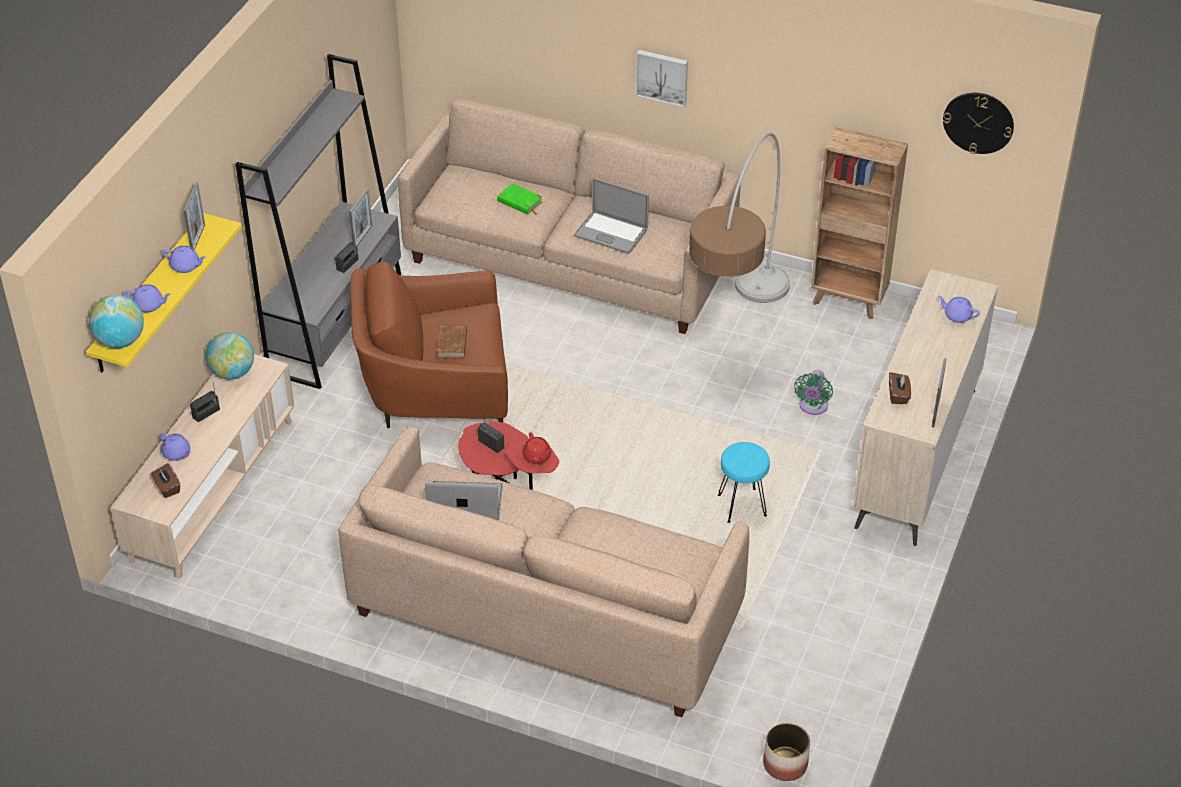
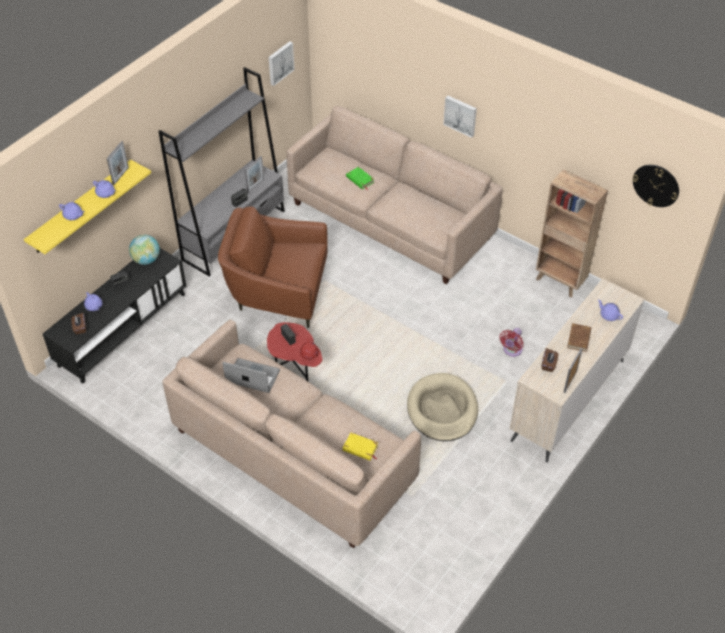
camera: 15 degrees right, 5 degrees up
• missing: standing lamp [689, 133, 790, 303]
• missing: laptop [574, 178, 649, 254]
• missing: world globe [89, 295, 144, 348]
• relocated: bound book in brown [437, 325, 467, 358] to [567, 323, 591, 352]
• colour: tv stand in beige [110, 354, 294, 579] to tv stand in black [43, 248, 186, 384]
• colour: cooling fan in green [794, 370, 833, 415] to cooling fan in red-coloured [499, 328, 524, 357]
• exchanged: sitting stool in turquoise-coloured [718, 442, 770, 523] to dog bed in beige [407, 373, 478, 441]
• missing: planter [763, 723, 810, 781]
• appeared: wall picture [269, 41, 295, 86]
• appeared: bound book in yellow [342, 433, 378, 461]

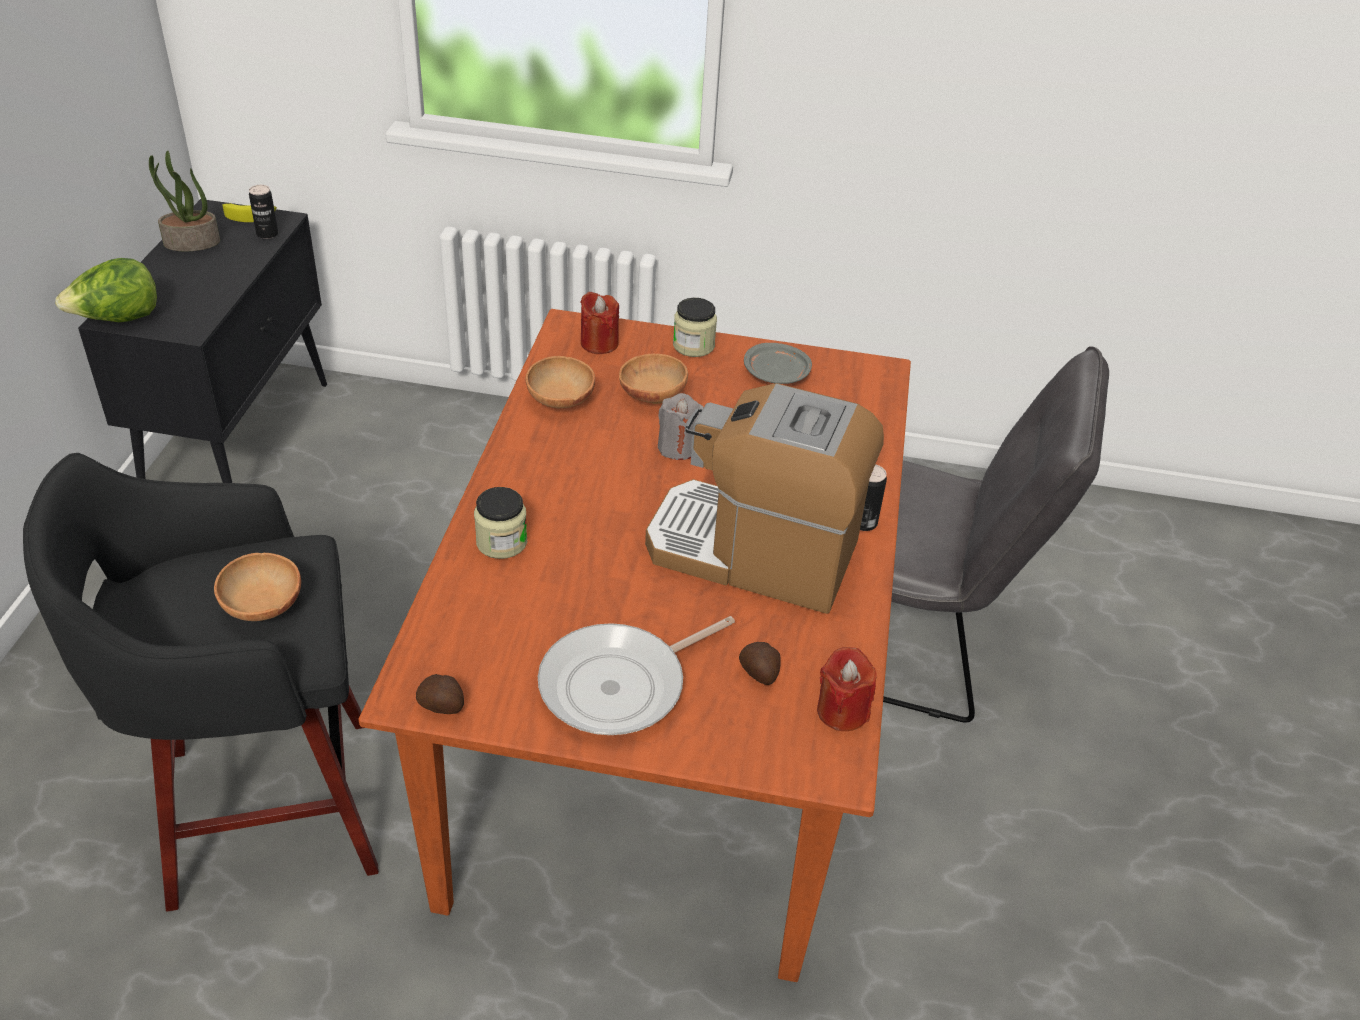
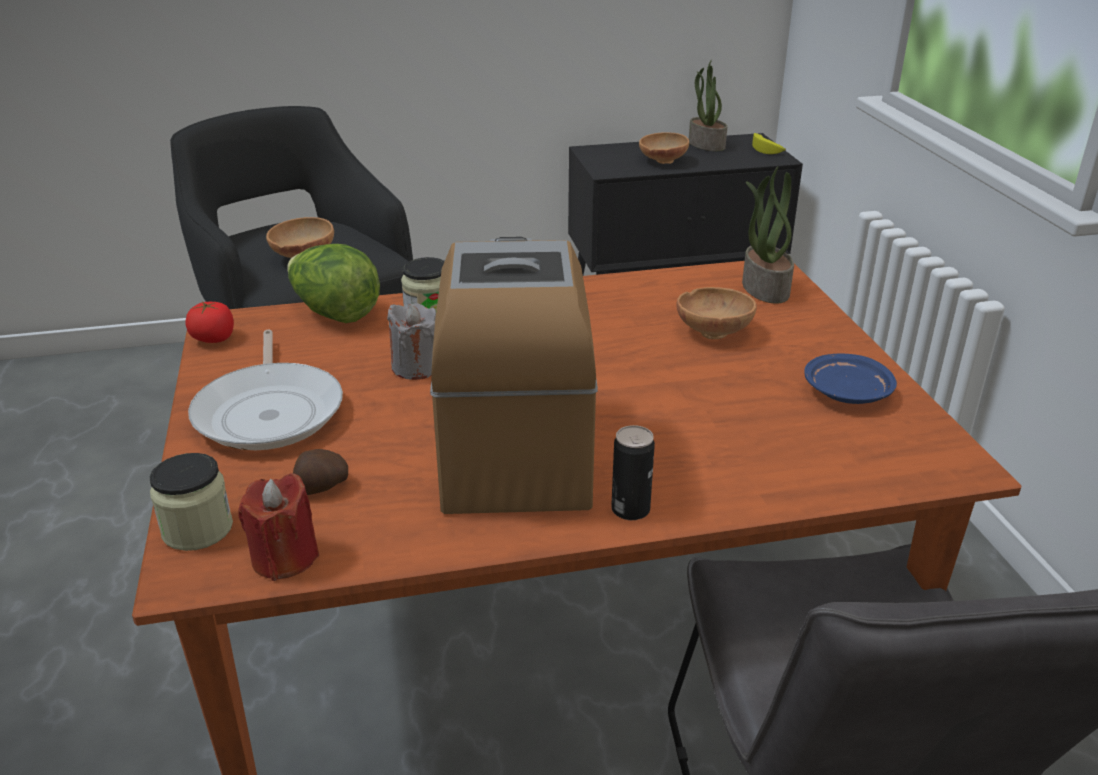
camera: 70 degrees right, 10 degrees down
• missing: sealed can [249, 185, 278, 239]
• relocated: lettuce [55, 258, 157, 322] to [288, 244, 380, 323]
• exchanged: wax candle in red-coloured [580, 292, 619, 354] to plant in a pot [742, 166, 794, 304]
• relocated: jar [673, 298, 717, 357] to [150, 453, 233, 551]
• colour: plate in grey [744, 343, 812, 384] to plate in bluish [804, 354, 897, 404]
• relocated: bowl in brown [525, 356, 595, 408] to [639, 132, 689, 164]
• relocated: wax candle in grey [658, 393, 703, 460] to [387, 303, 436, 380]
• spun: pan [538, 616, 735, 735] = [188, 330, 343, 450] 135 degrees counterclockwise
• exchanged: whole potato [416, 674, 464, 714] to tomato [186, 301, 234, 343]

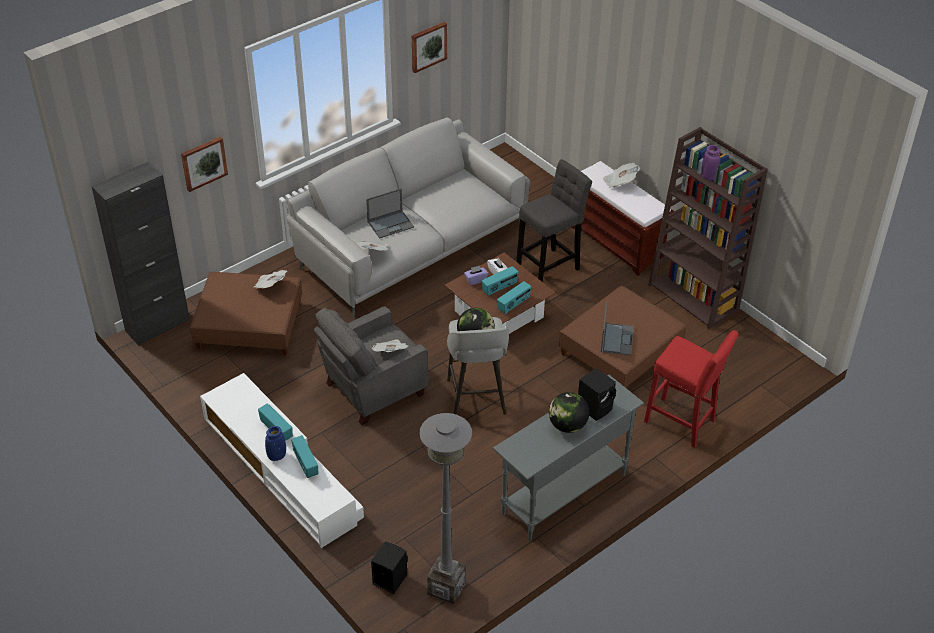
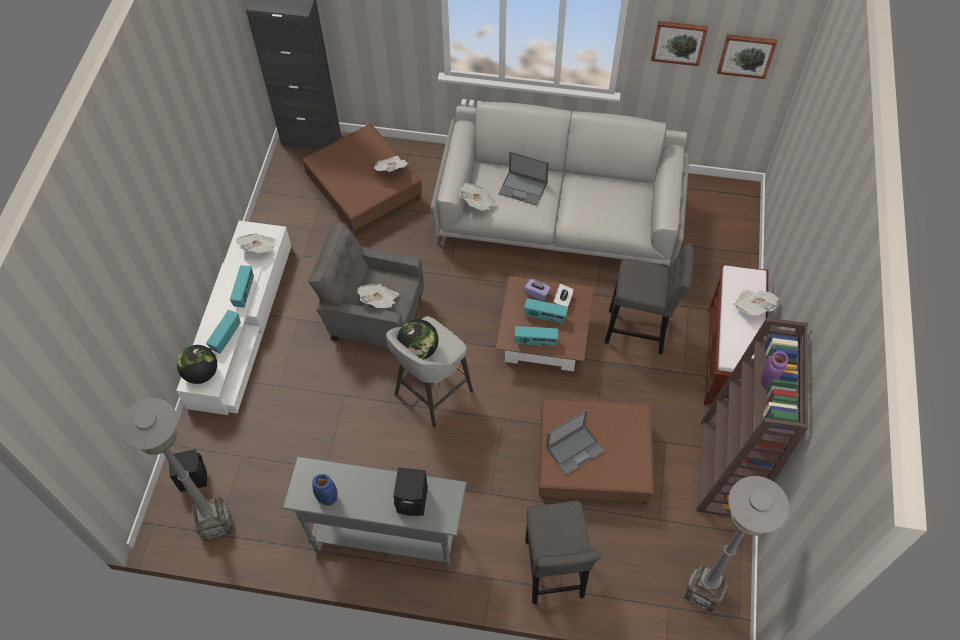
camera: 50 degrees right, 15 degrees up
• relocated: wall picture [181, 137, 228, 192] to [717, 34, 777, 79]
• colour: sitting stool in red-coloured [644, 330, 739, 448] to sitting stool in grey [525, 501, 601, 604]
• relocated: world globe [549, 392, 589, 433] to [177, 345, 217, 384]
• relocated: decorative vase in bluish [265, 426, 286, 461] to [312, 474, 338, 505]
• appeared: printed paper [236, 233, 276, 253]
• appeared: standing lamp in grey [684, 476, 789, 612]

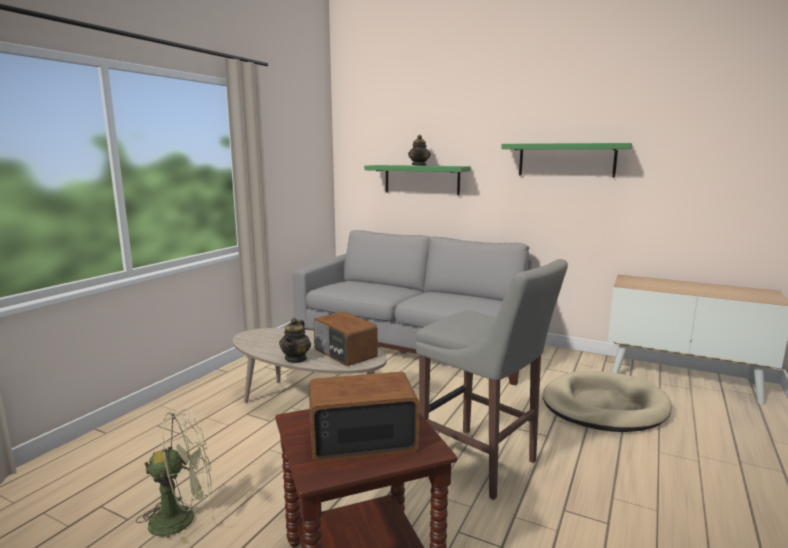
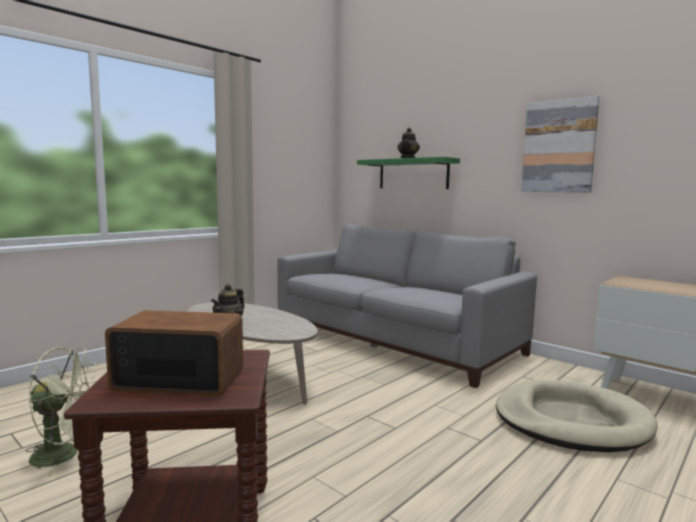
camera: 15 degrees right, 5 degrees down
• exchanged: bracket shelf in green [501, 143, 632, 178] to wall picture [521, 96, 600, 192]
• missing: sitting stool in grey [416, 259, 568, 500]
• missing: radio [313, 311, 378, 366]

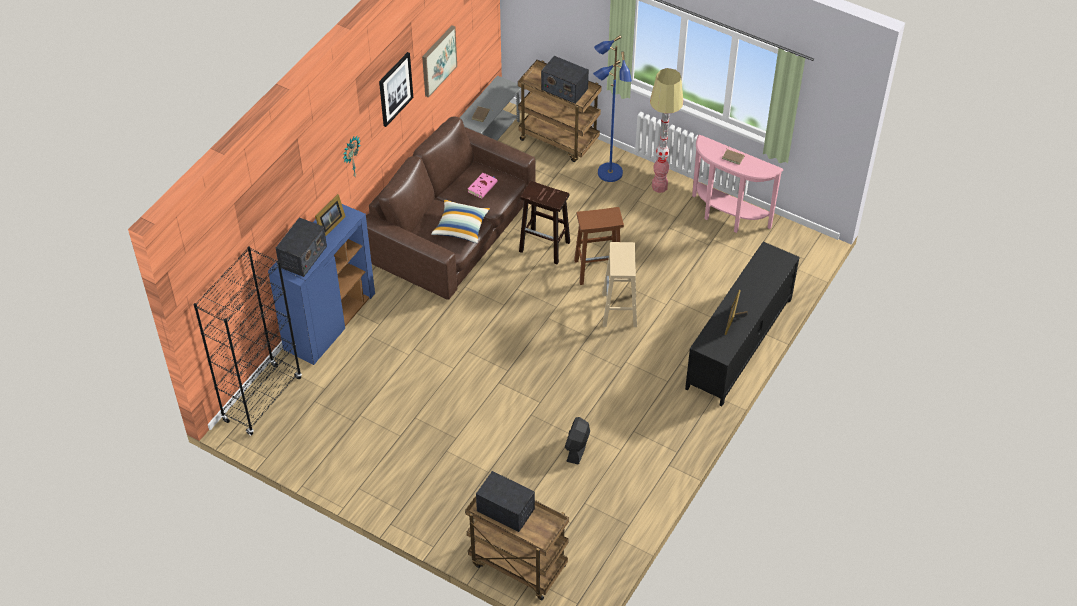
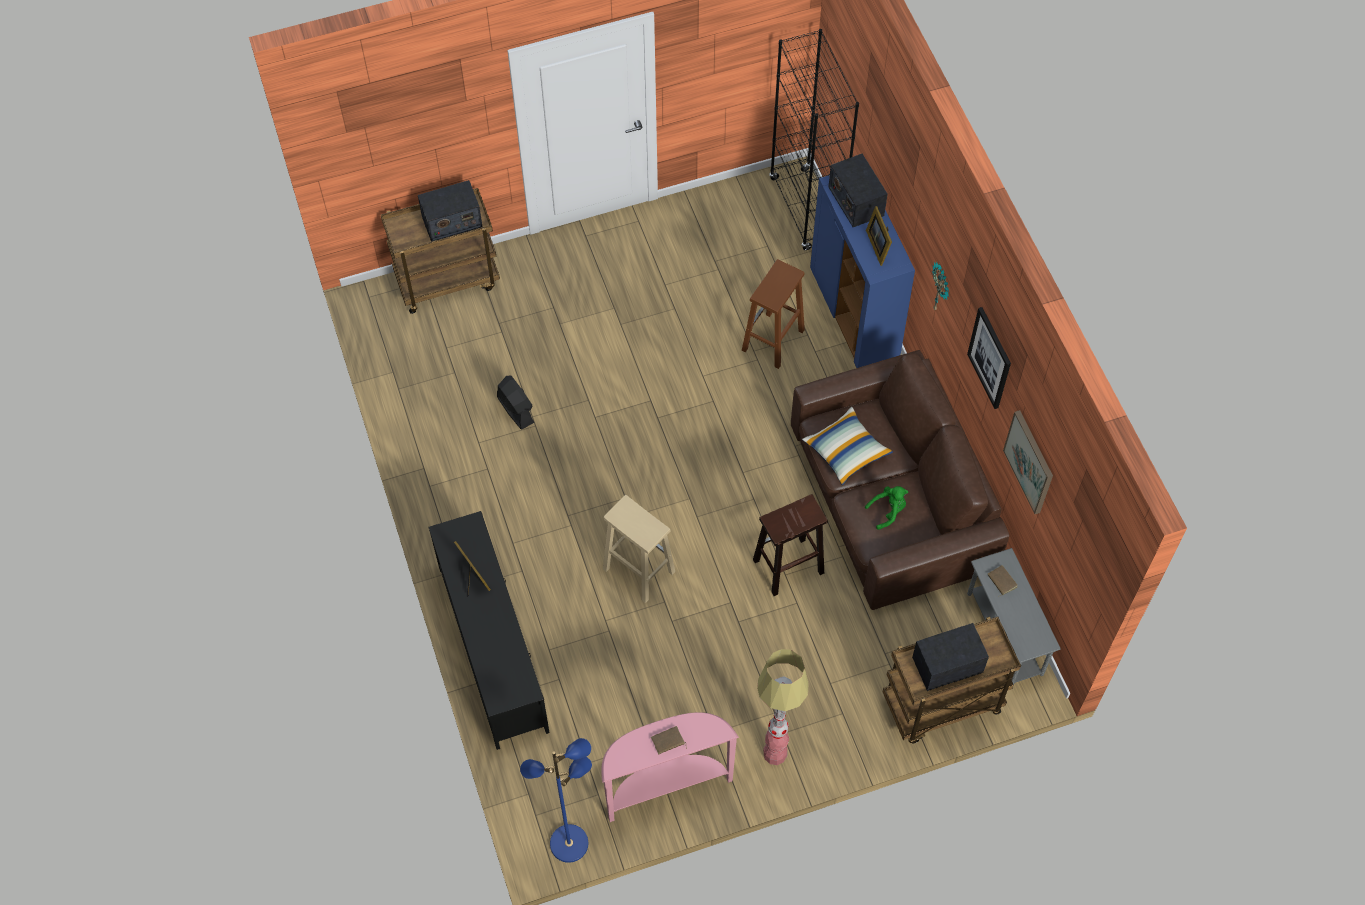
camera: 130 degrees right, 10 degrees up
• relocated: standing lamp in bluish [593, 35, 632, 182] to [520, 738, 592, 863]
• exchanged: bound book in pink-coloured [468, 173, 498, 199] to soft toy in green [865, 486, 908, 530]
• relocated: sitting stool in brown [574, 207, 624, 285] to [742, 259, 805, 369]

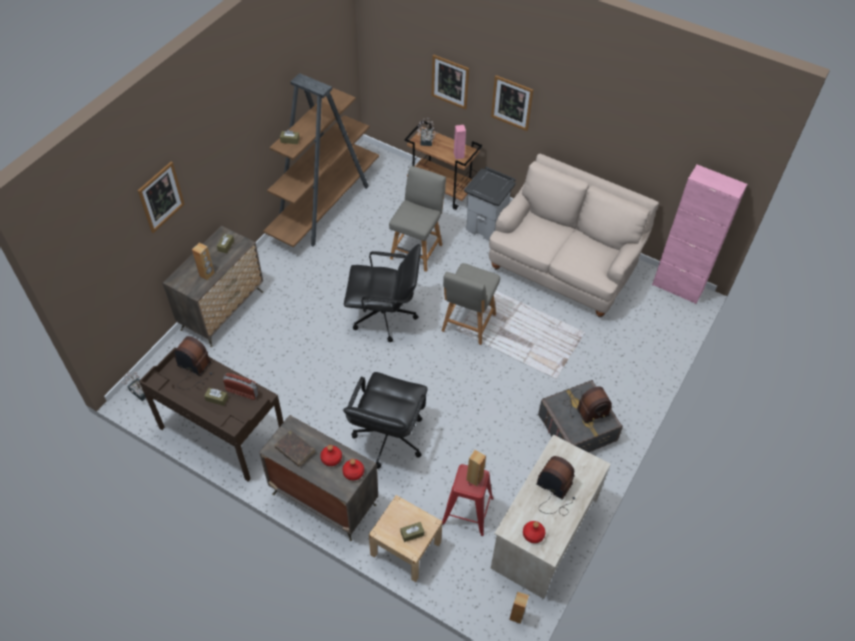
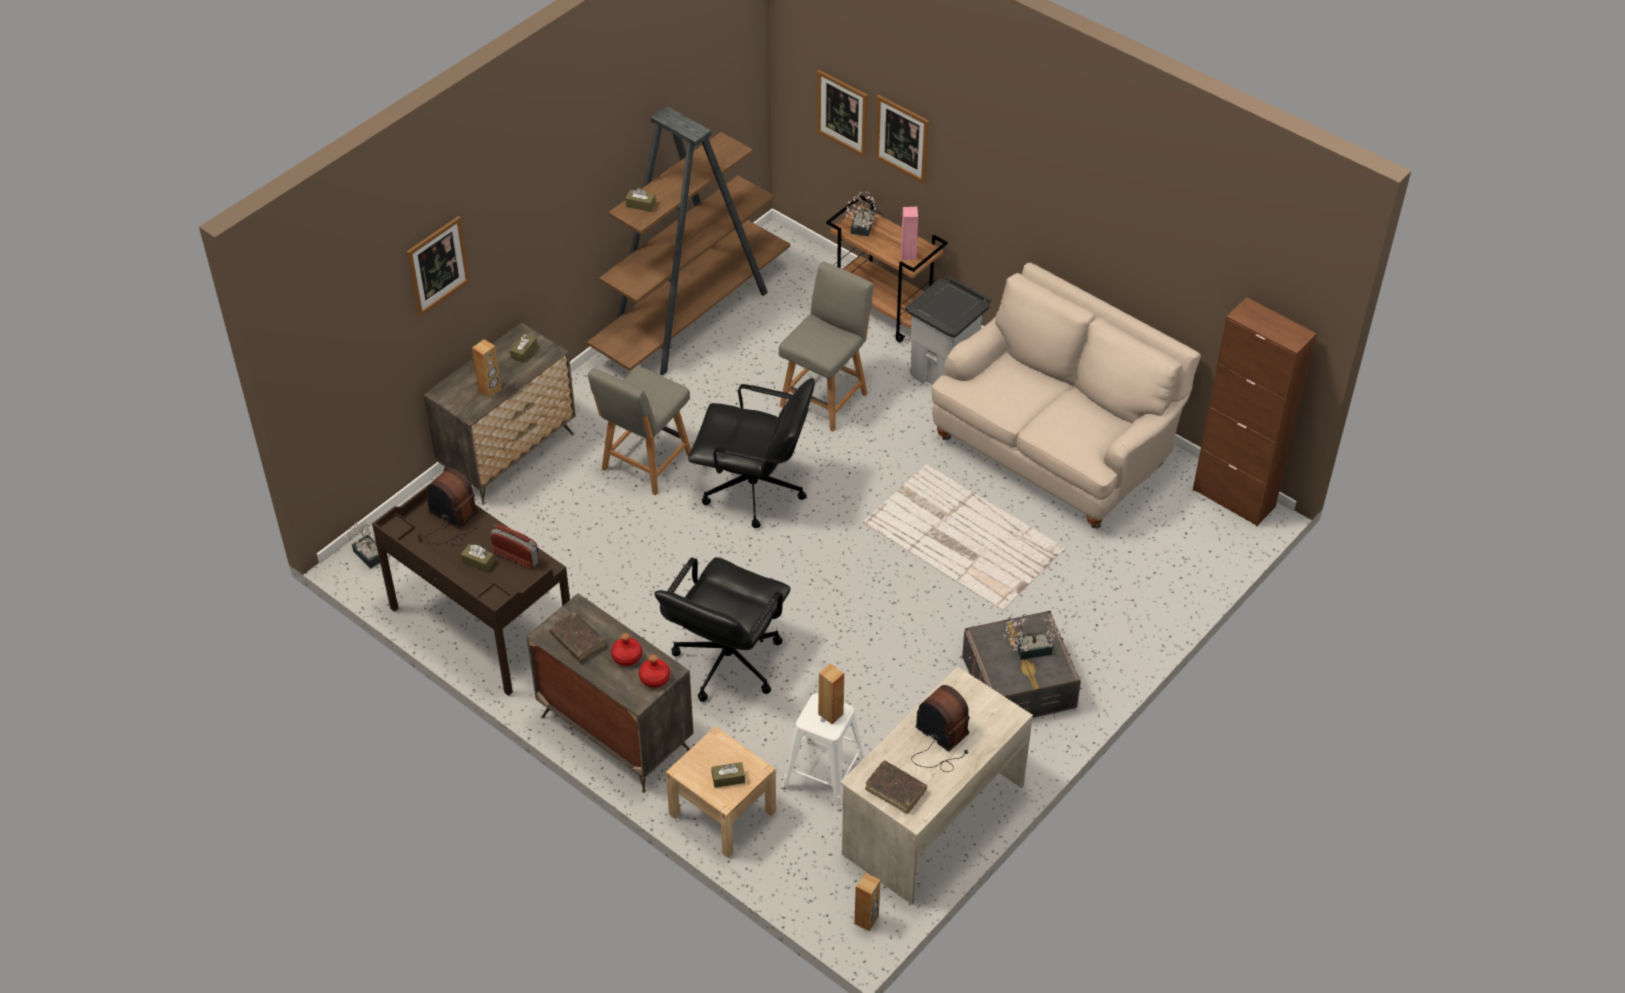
camera: 10 degrees right, 5 degrees down
• relocated: wall picture [491, 75, 533, 131] to [817, 70, 868, 158]
• colour: cupboard in pink-coloured [652, 165, 747, 304] to cupboard in brown [1193, 297, 1317, 526]
• relocated: chair in grey [441, 263, 500, 345] to [588, 367, 691, 495]
• exchanged: radio [563, 386, 612, 424] to plant in a pot [1004, 613, 1061, 660]
• colour: sitting stool in red-coloured [442, 464, 494, 536] to sitting stool in white-coloured [781, 693, 865, 811]
• exchanged: drink bottle in red-coloured [523, 521, 546, 543] to bound book in brown [865, 760, 927, 814]

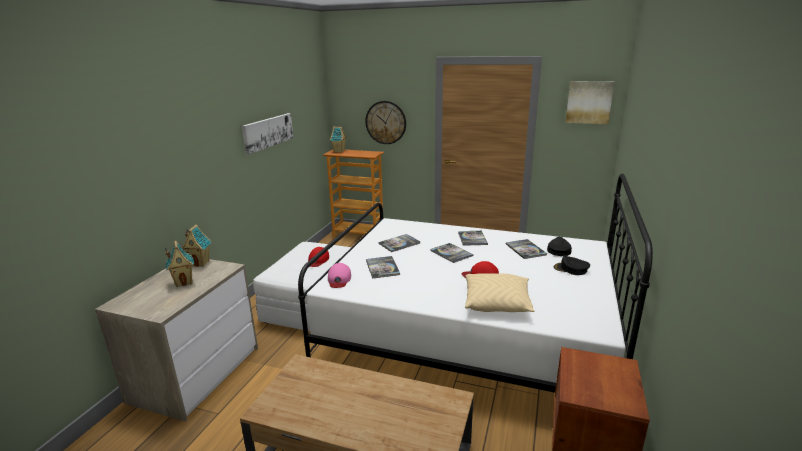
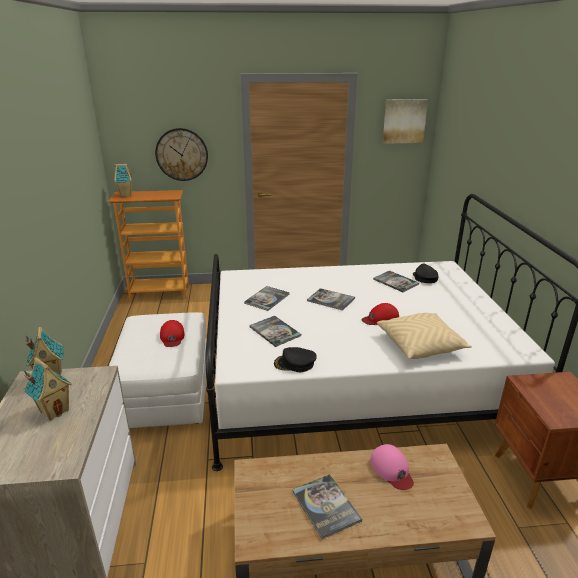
camera: 25 degrees left, 5 degrees up
• missing: wall picture [242, 113, 293, 154]
• relocated: bound book [458, 231, 488, 246] to [292, 474, 362, 539]
• relocated: peaked cap in black [554, 256, 590, 275] to [274, 347, 317, 372]
• relocated: peaked cap in pink-coloured [328, 263, 351, 288] to [371, 444, 414, 490]

